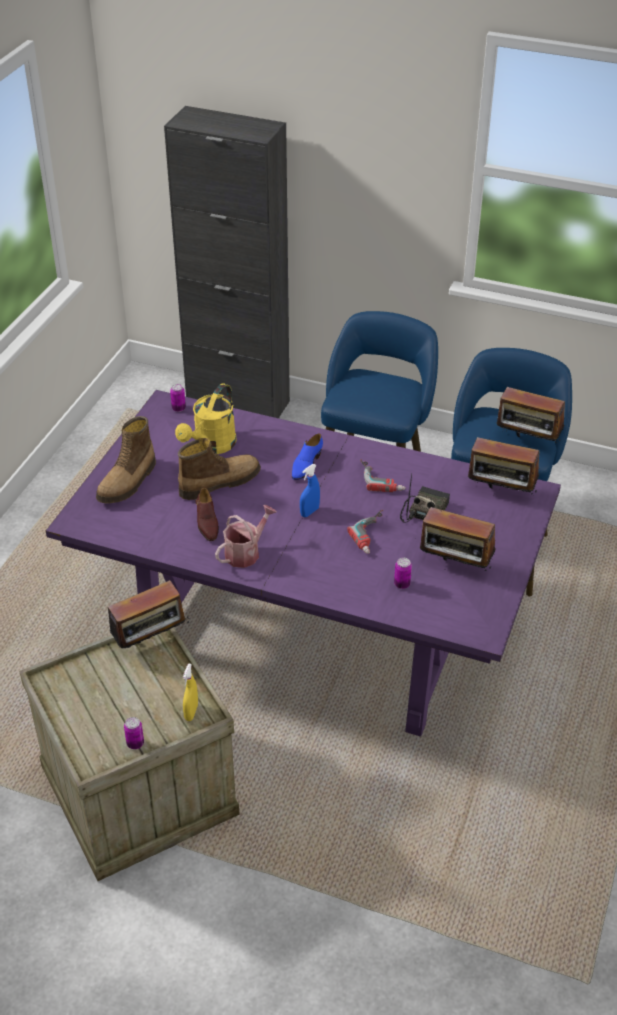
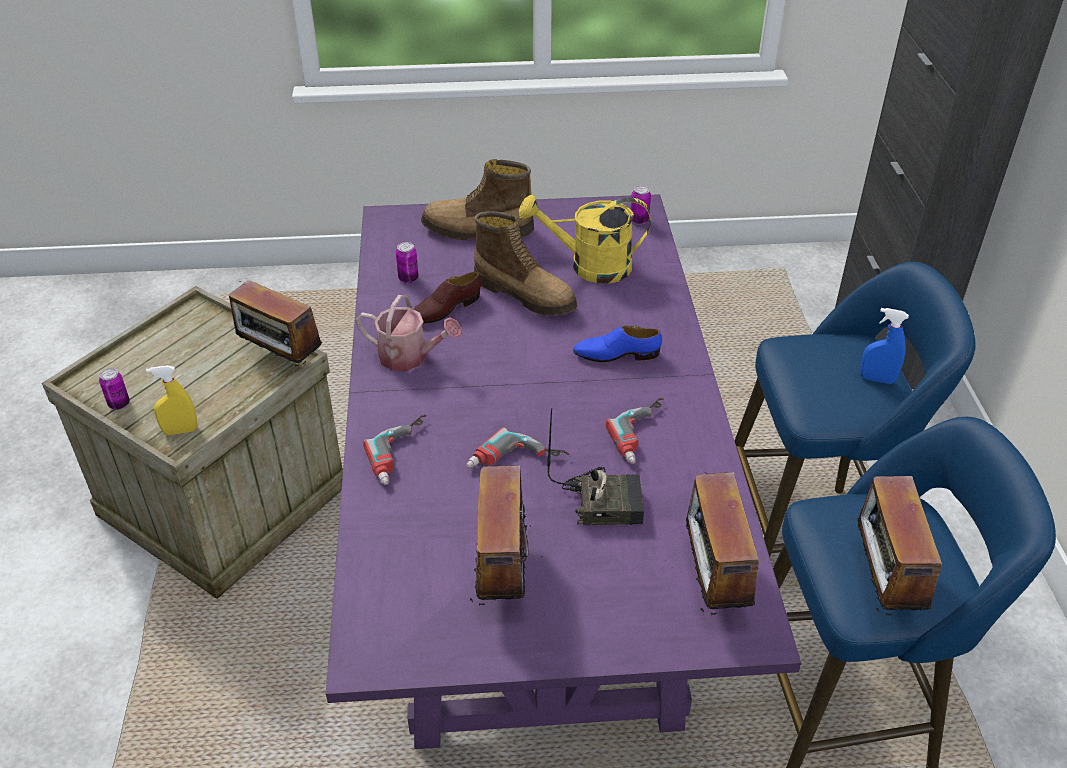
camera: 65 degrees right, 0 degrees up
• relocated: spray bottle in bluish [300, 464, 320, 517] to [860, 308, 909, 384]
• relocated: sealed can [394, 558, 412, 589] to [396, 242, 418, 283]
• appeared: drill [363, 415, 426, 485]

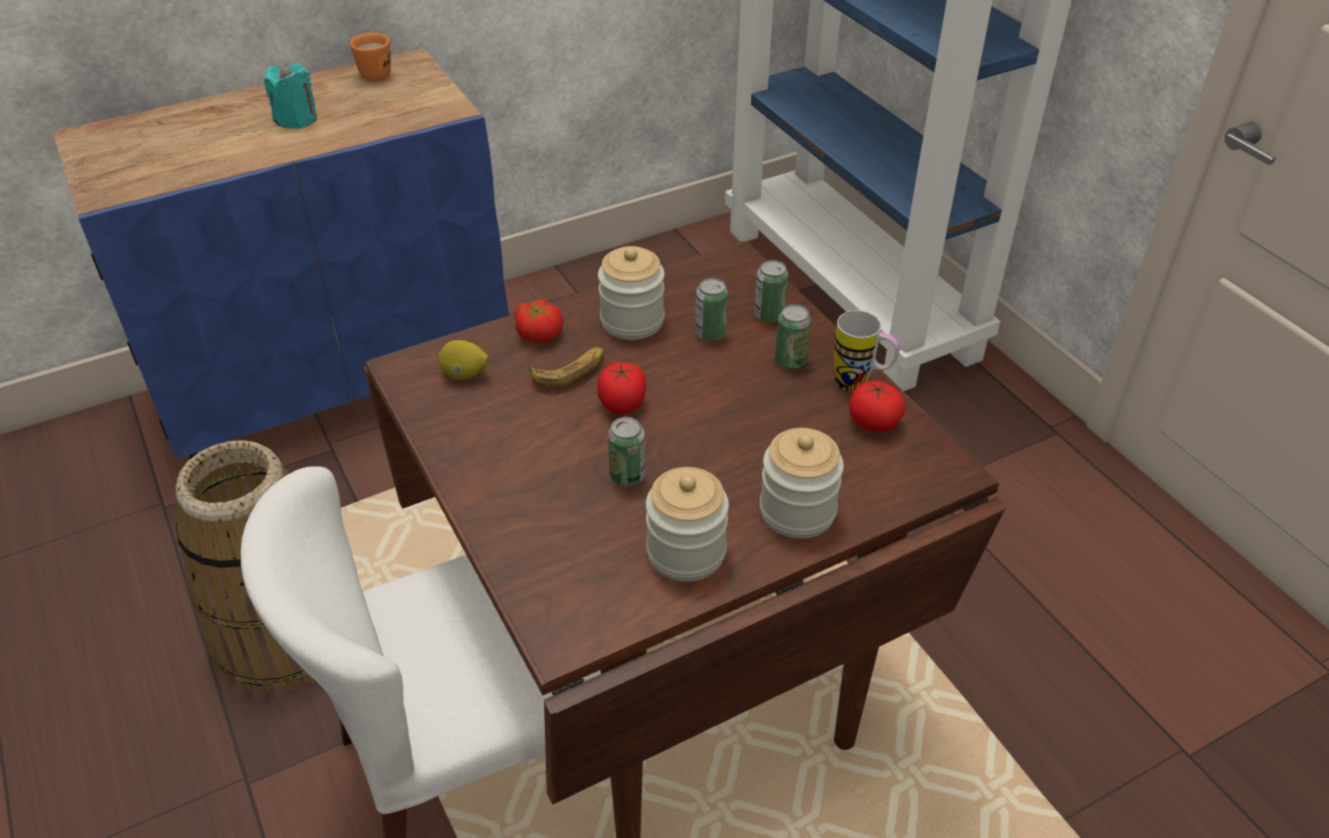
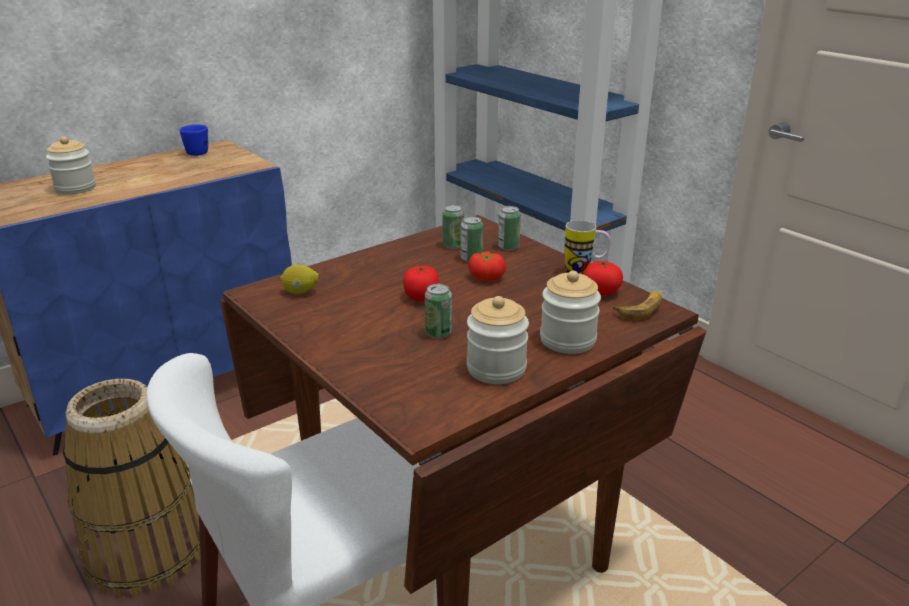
camera: 10 degrees left, 15 degrees down
• colour: tea mug in orange-coloured [350, 33, 391, 81] to tea mug in bluish [180, 125, 208, 156]
• missing: wax candle in turquoise-coloured [264, 62, 317, 129]
• relocated: jar [598, 246, 665, 340] to [46, 136, 96, 195]
• relocated: tomato [514, 300, 563, 343] to [468, 251, 506, 281]
• relocated: sealed can [775, 304, 811, 368] to [442, 204, 464, 249]
• relocated: banana [529, 347, 604, 389] to [613, 291, 662, 320]

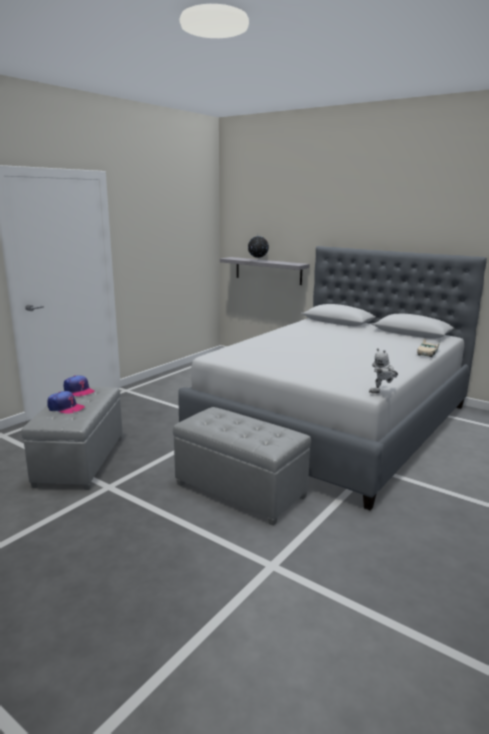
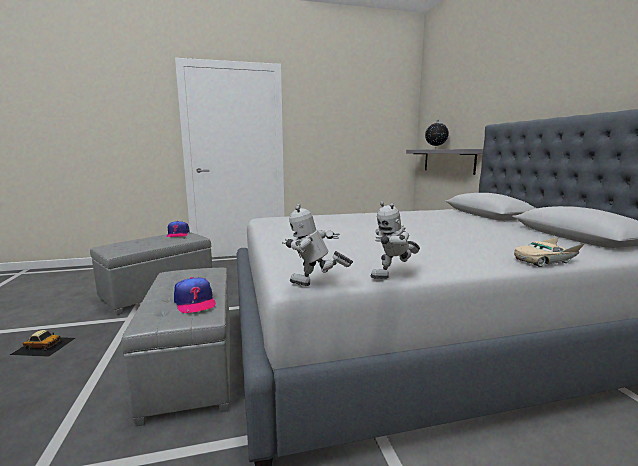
camera: 40 degrees right, 5 degrees down
• relocated: peaked cap [47, 391, 85, 413] to [174, 277, 216, 313]
• appeared: toy robot [371, 201, 420, 279]
• appeared: toy car [10, 330, 75, 357]

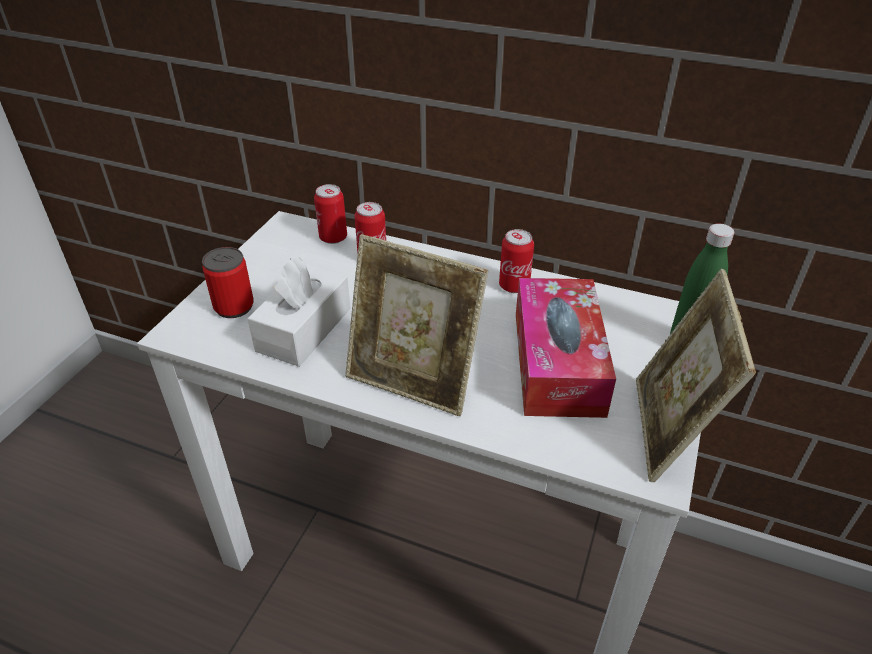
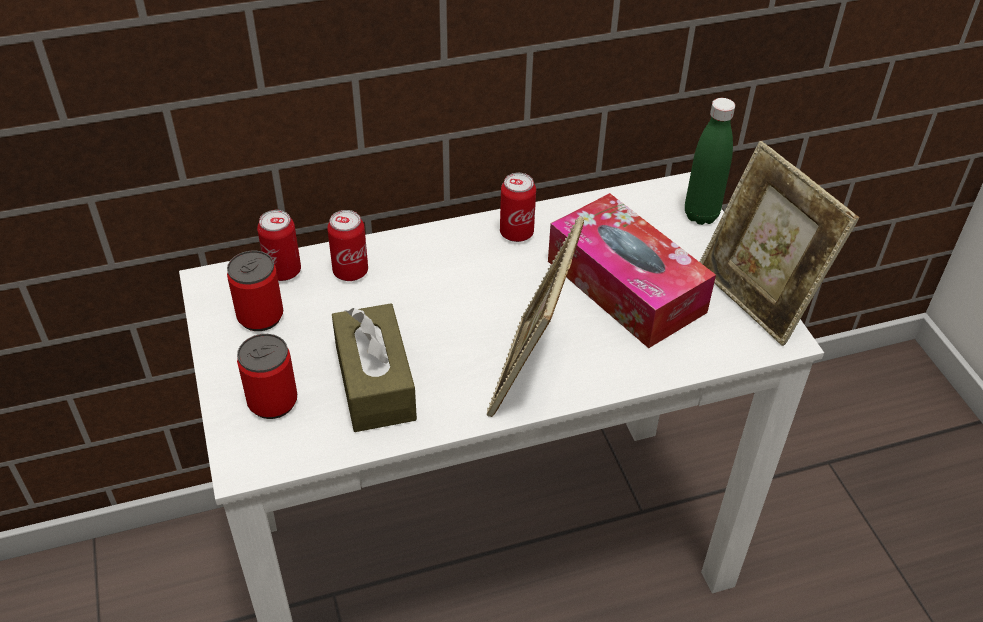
camera: 40 degrees left, 5 degrees up
• spun: picture frame [345, 234, 488, 416] = [487, 216, 584, 417] 120 degrees clockwise
• colour: box of tissues in white-coloured [247, 257, 351, 367] to box of tissues in brown [332, 304, 417, 432]
• appeared: sealed can [227, 251, 283, 331]

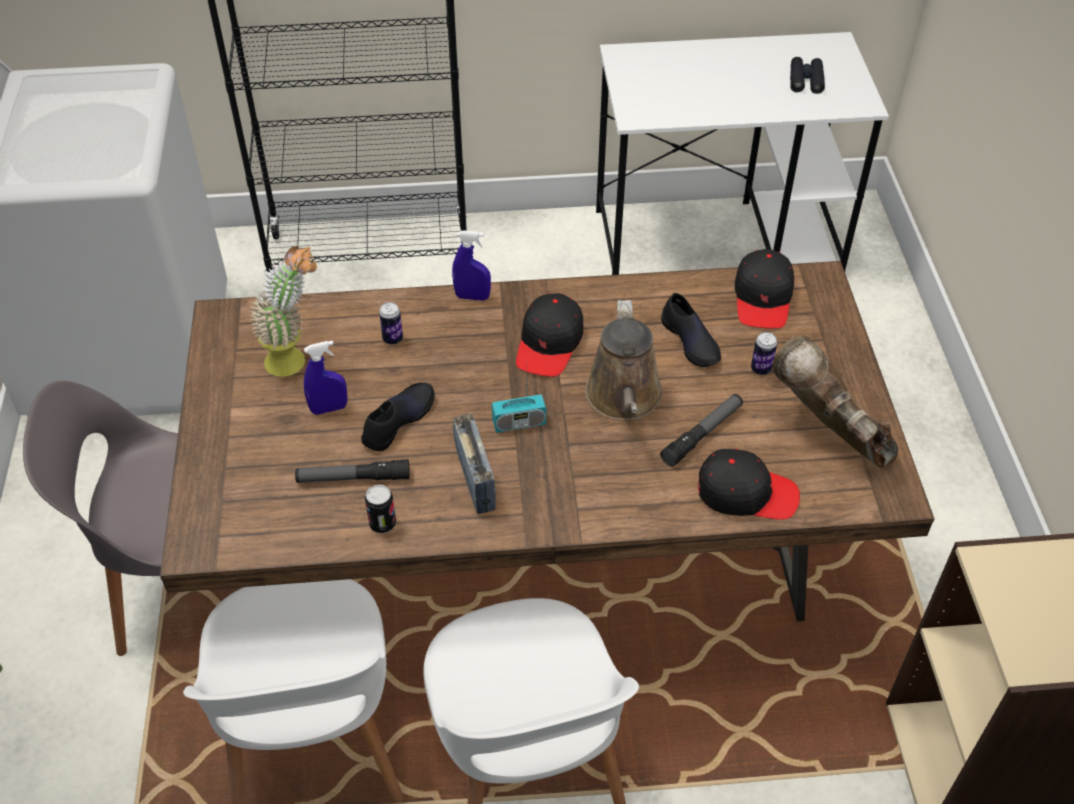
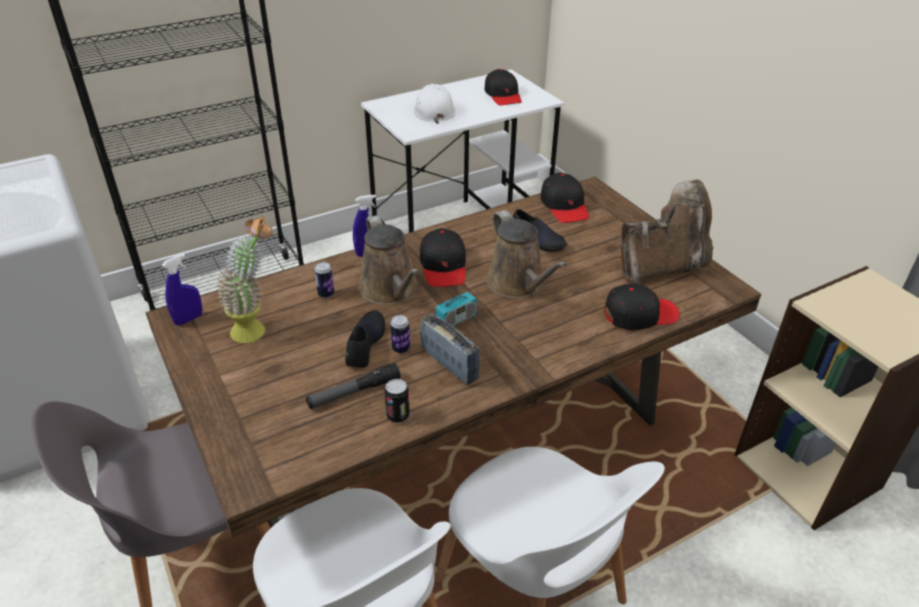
camera: 25 degrees left, 10 degrees down
• exchanged: binoculars in black [790, 57, 825, 94] to peaked cap in black [485, 69, 522, 106]
• relocated: sealed can [751, 332, 777, 375] to [391, 315, 410, 354]
• spun: boot in brown [773, 334, 898, 468] = [621, 179, 713, 284] 135 degrees clockwise
• relocated: spray bottle in bluish [304, 341, 348, 415] to [162, 254, 202, 325]
• missing: hand torch [660, 394, 743, 467]
• appeared: work helmet in white-coloured [414, 84, 456, 124]
• appeared: watering can in brown [359, 215, 419, 305]

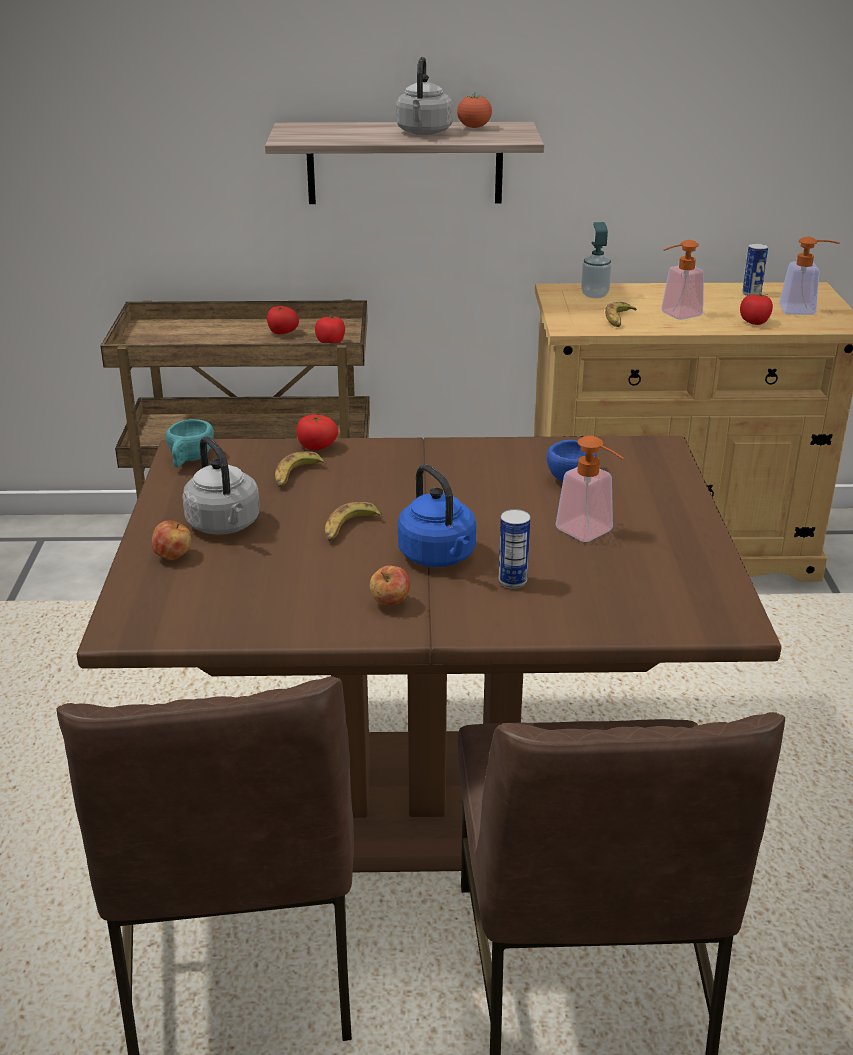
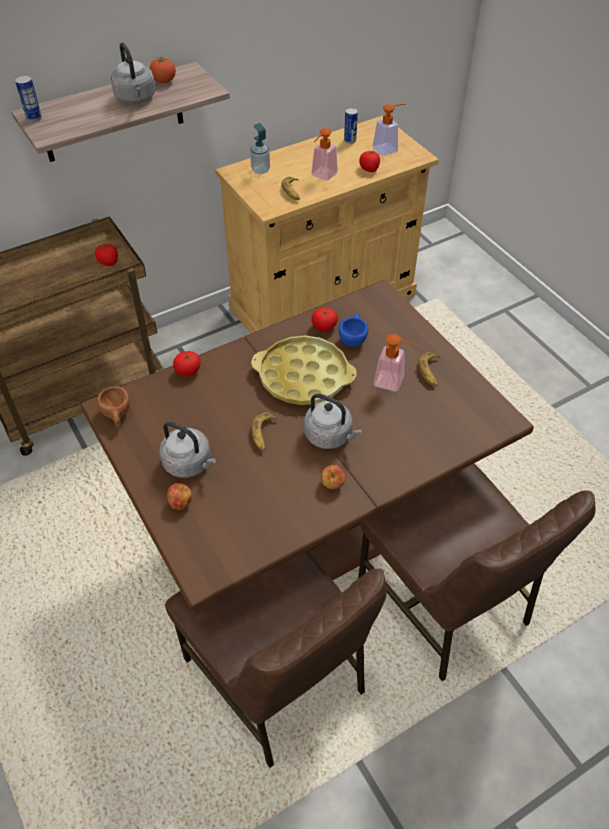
camera: 30 degrees left, 20 degrees up
• relocated: tomato [267, 306, 299, 334] to [311, 308, 338, 332]
• colour: drinking cup in turquoise-coloured [166, 419, 214, 468] to drinking cup in brown [97, 386, 130, 428]
• relocated: banana [275, 451, 326, 488] to [418, 352, 440, 387]
• colour: kettle in bluish [398, 464, 476, 567] to kettle in grey [304, 394, 362, 449]
• relocated: sealed can [498, 509, 530, 589] to [15, 75, 42, 122]
• appeared: serving tray in yellow [251, 336, 357, 405]

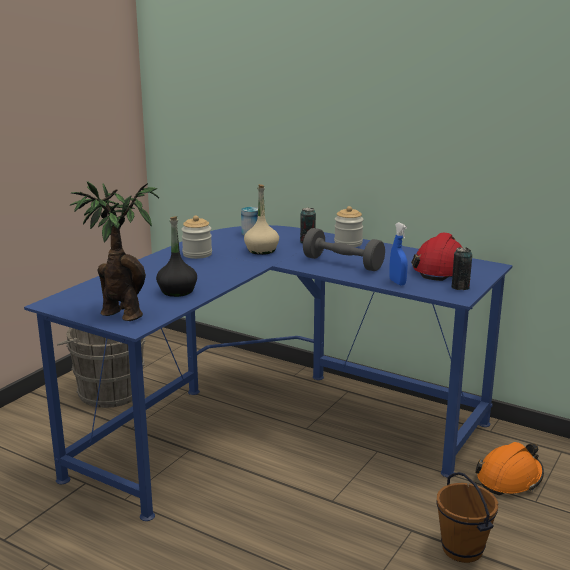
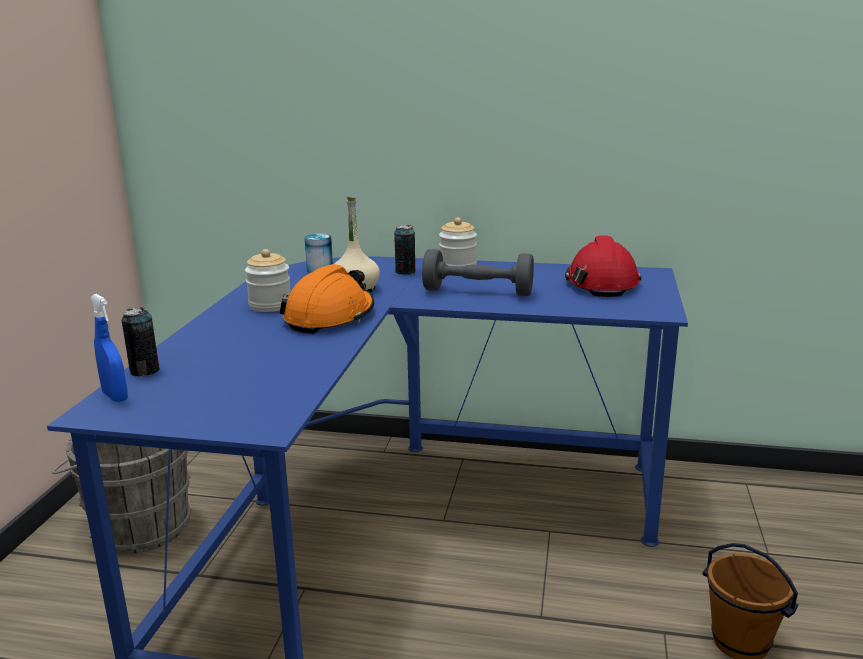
camera: 20 degrees left, 0 degrees up
• missing: plant in a pot [70, 181, 159, 321]
• missing: drink bottle in black [156, 216, 197, 297]
• relocated: spray bottle in bluish [389, 222, 408, 285] to [91, 294, 128, 402]
• relocated: sealed can [452, 247, 472, 290] to [122, 307, 160, 376]
• relocated: work helmet in orange-coloured [475, 442, 544, 495] to [279, 264, 374, 334]

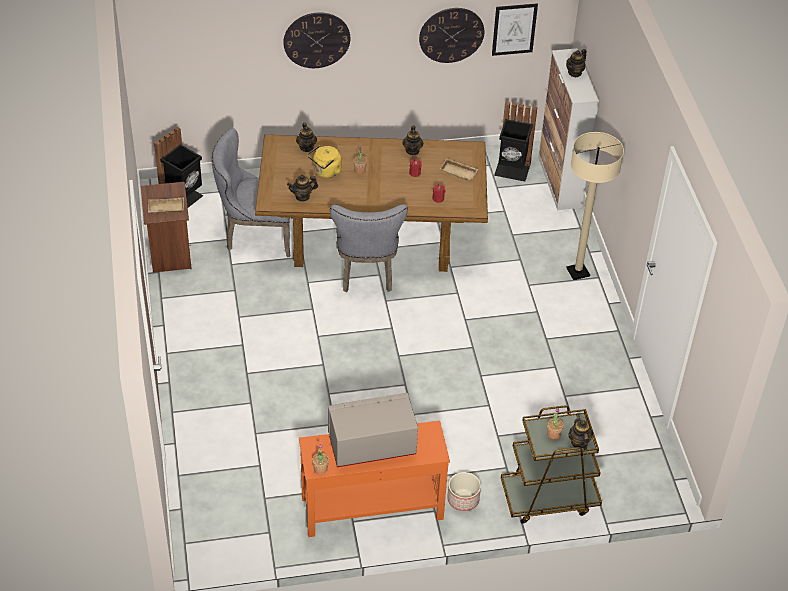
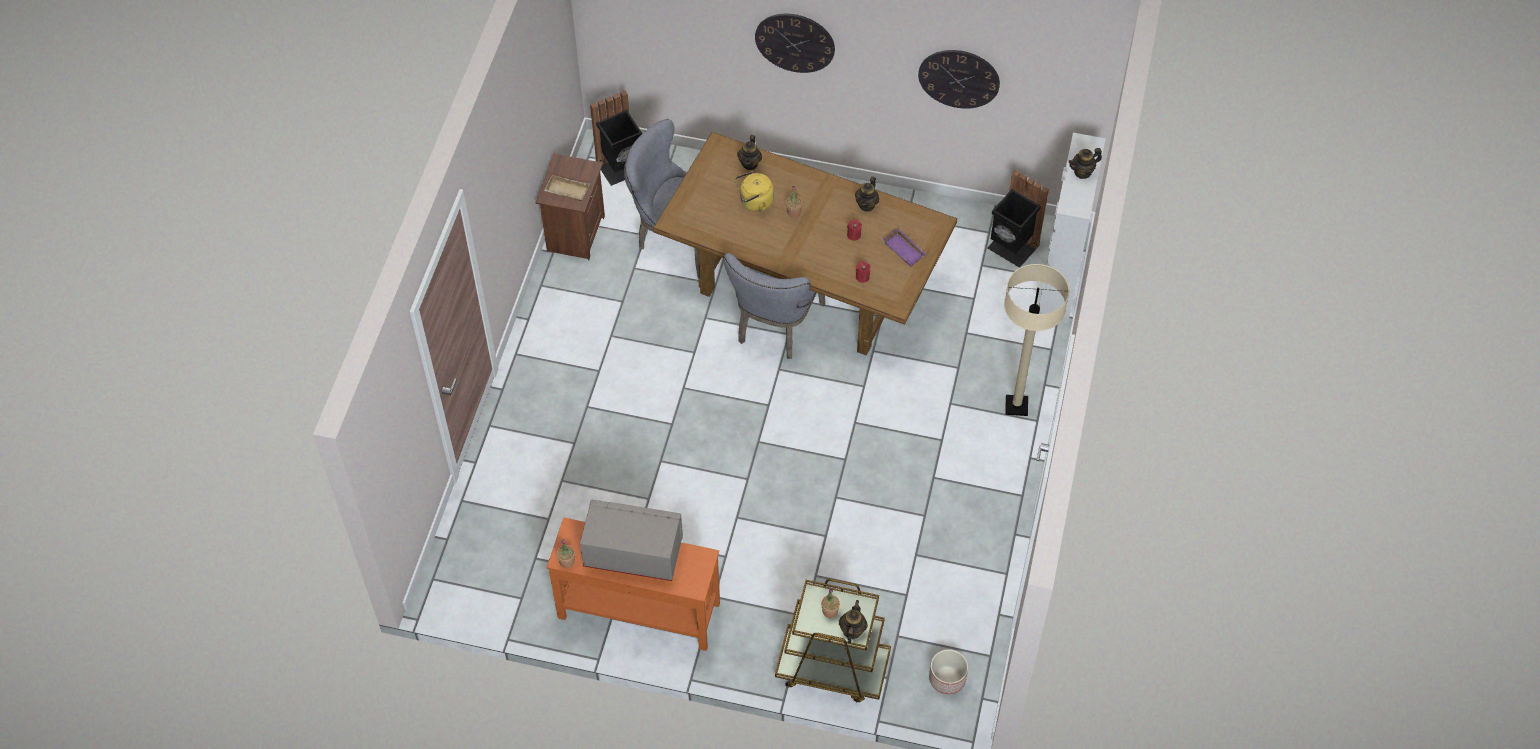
camera: 25 degrees right, 10 degrees up
• missing: wall picture [492, 3, 538, 56]
• colour: serving tray in beige [440, 159, 478, 182] to serving tray in purple-coloured [882, 228, 927, 267]
• missing: pot for tea [287, 175, 318, 202]
• relocated: planter [447, 472, 481, 511] to [929, 649, 968, 695]

